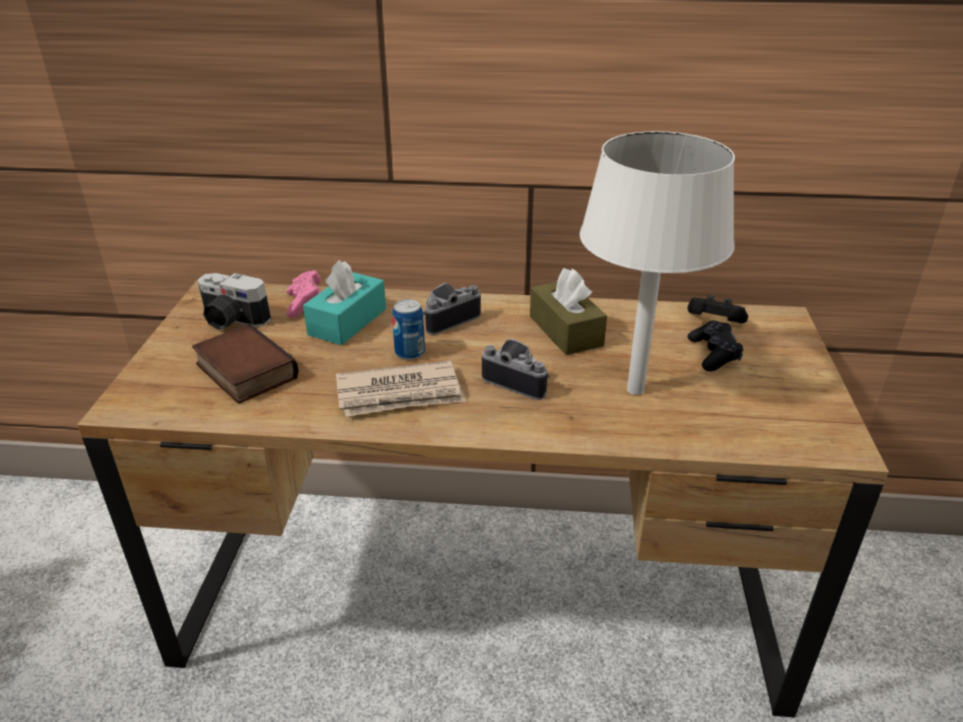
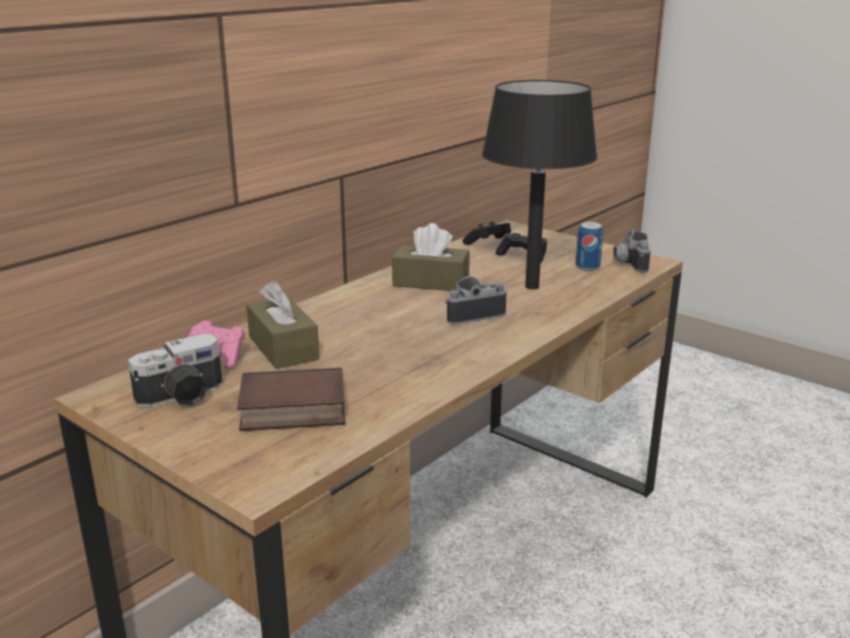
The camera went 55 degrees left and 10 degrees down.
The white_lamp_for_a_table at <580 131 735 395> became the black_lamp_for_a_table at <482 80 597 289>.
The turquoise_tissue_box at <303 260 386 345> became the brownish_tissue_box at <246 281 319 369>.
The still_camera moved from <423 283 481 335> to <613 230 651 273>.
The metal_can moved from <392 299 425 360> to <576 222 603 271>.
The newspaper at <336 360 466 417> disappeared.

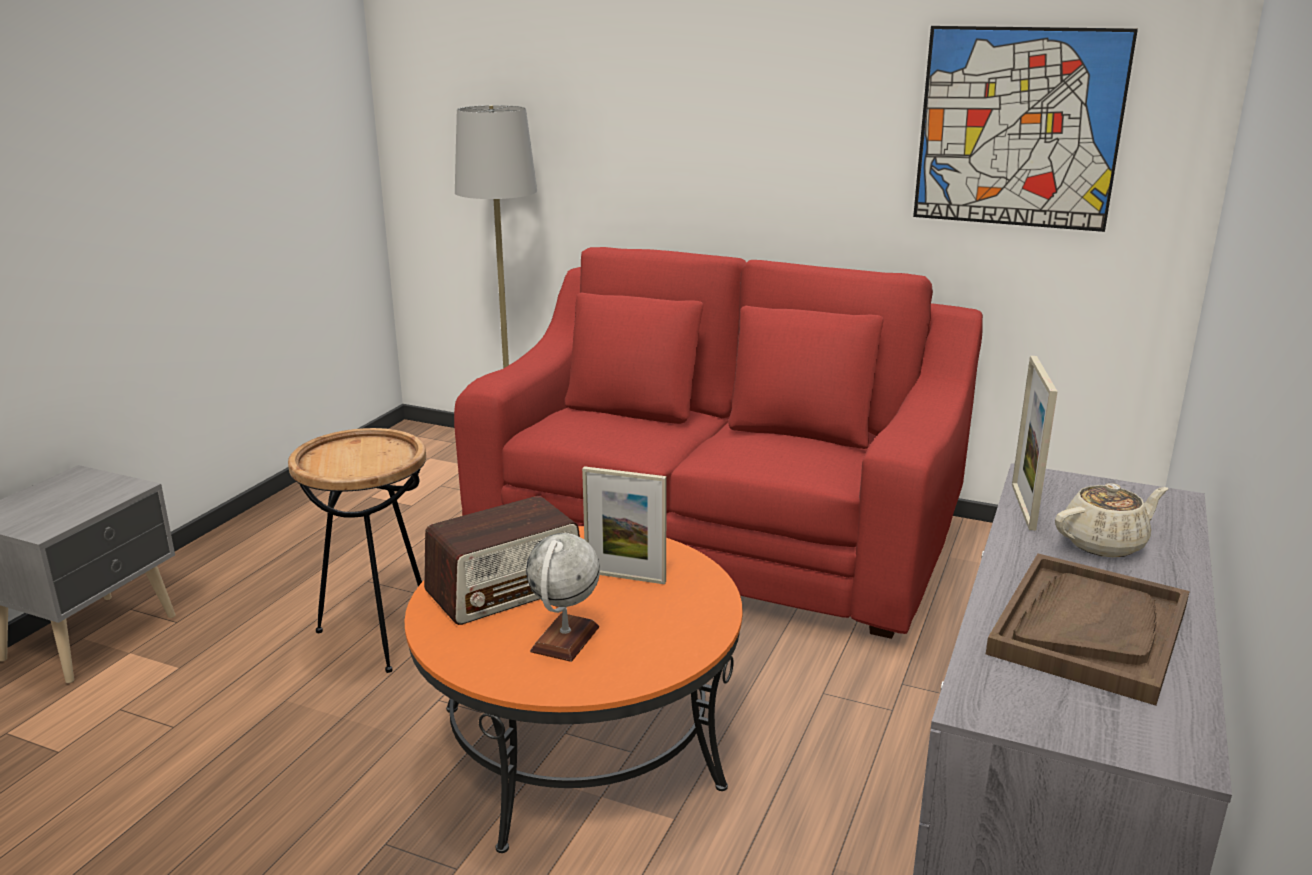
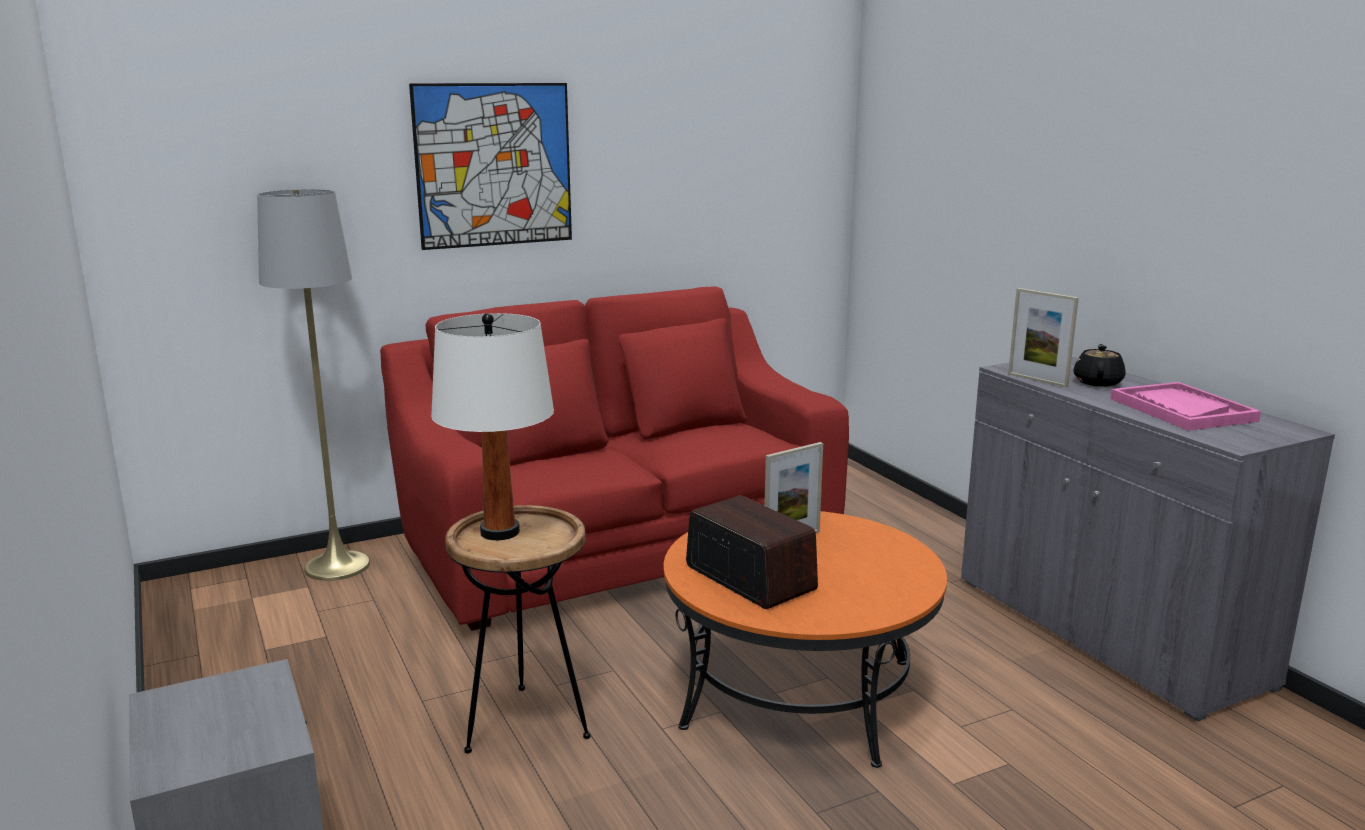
The camera went 50 degrees left and 5 degrees down.
The wall_picture moved from <913 26 1138 232> to <409 83 572 250>.
The beige-coloured_tea_pot at <1055 483 1168 557> became the black_tea_pot at <1074 344 1126 387>.
The radio_set at <424 496 580 625> turned 45 degrees counterclockwise.
The globe at <526 533 600 662> disappeared.
The brownish_serving_tray at <986 553 1190 705> became the pink_serving_tray at <1110 382 1261 431>.
The white_lamp_for_a_table at <431 313 554 540> appeared.

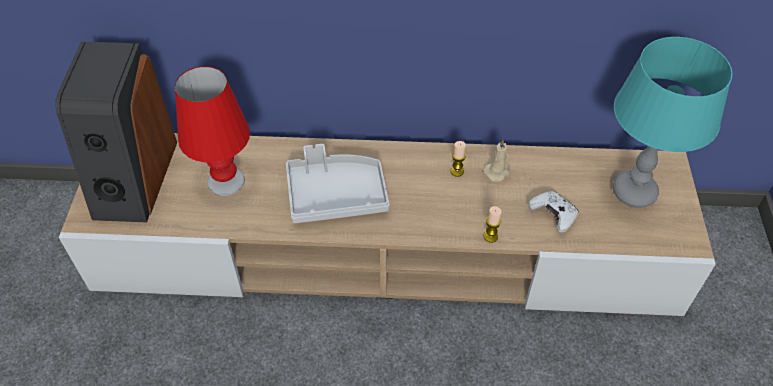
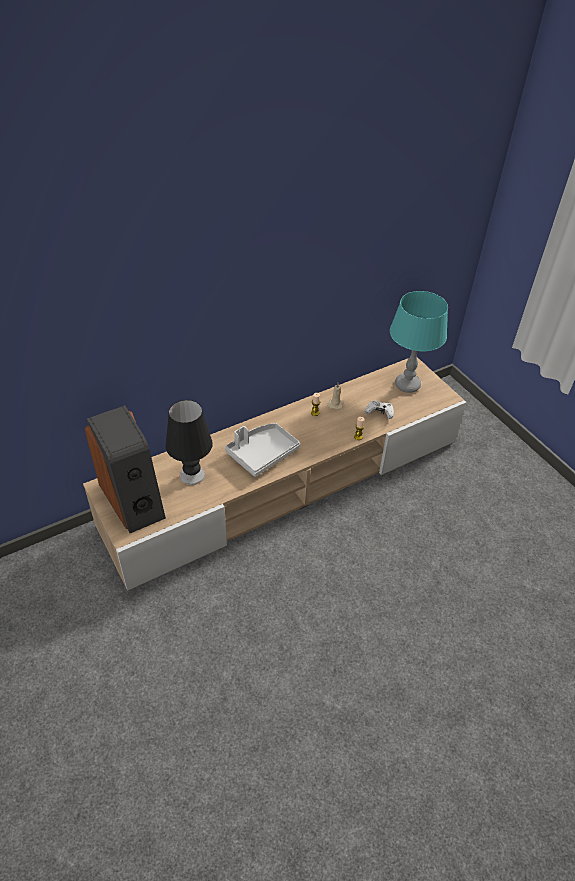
The camera went 35 degrees left and 5 degrees down.
The red_lamp_for_a_table at <175 66 250 196> became the black_lamp_for_a_table at <165 400 212 485>.

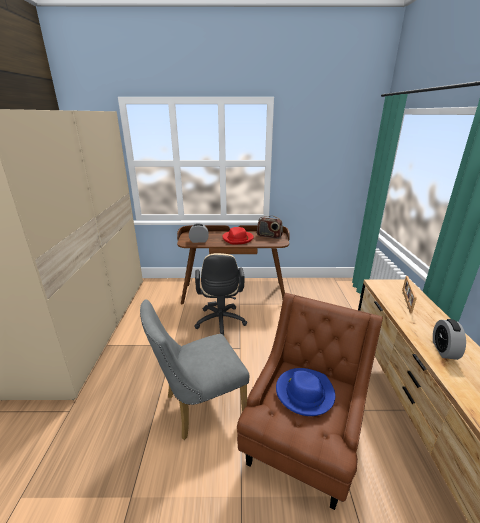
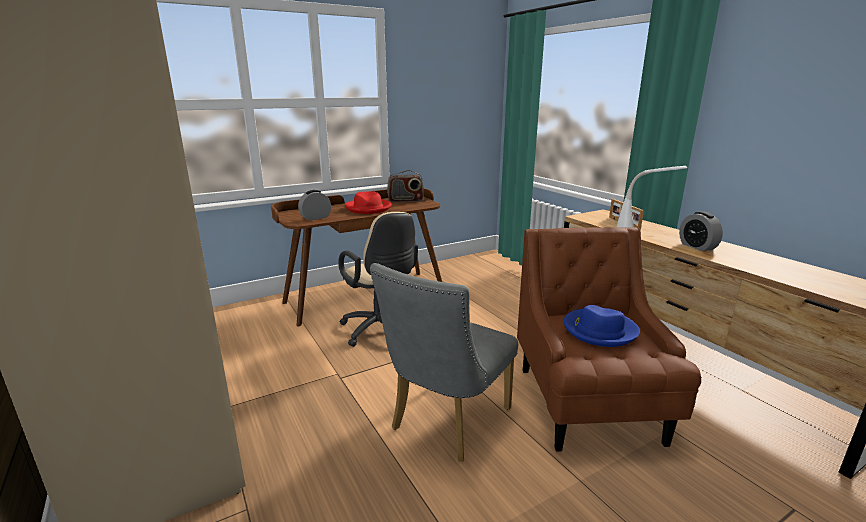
The camera went 30 degrees left and 5 degrees down.
The white_lamp_for_a_table at <616 166 687 228> appeared.

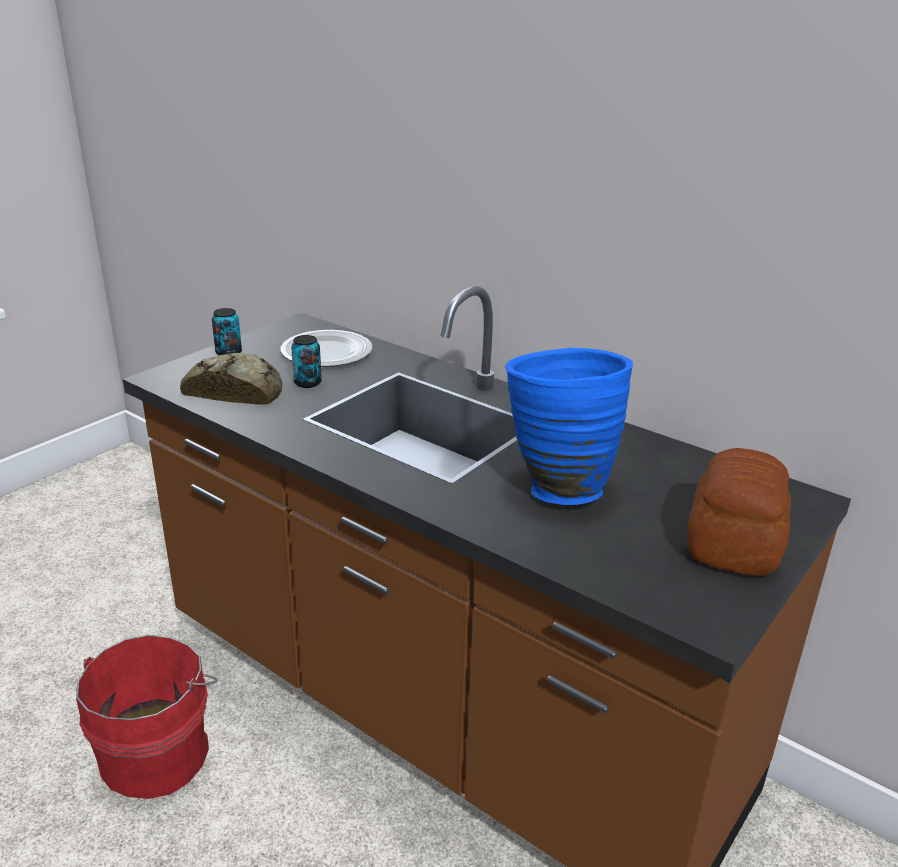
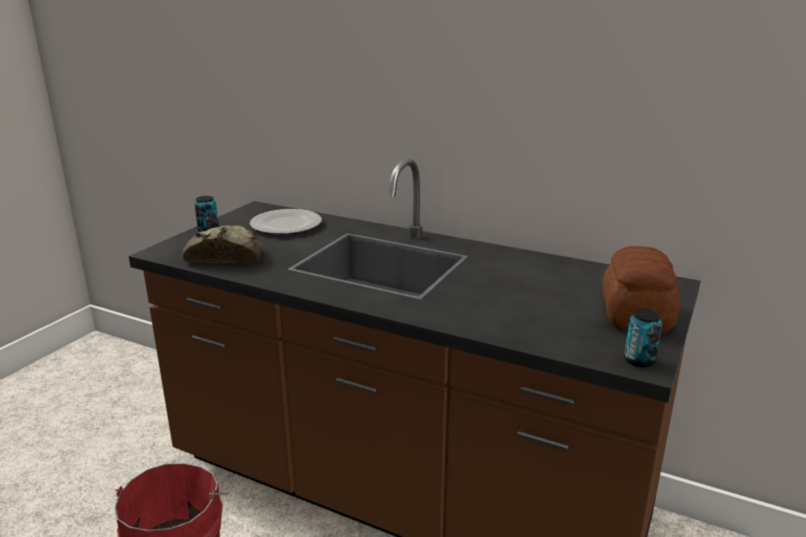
The camera went 10 degrees left and 5 degrees down.
The metal_can moved from <291 335 322 388> to <624 309 662 367>.
The blue_flower_vase at <505 348 633 505> disappeared.

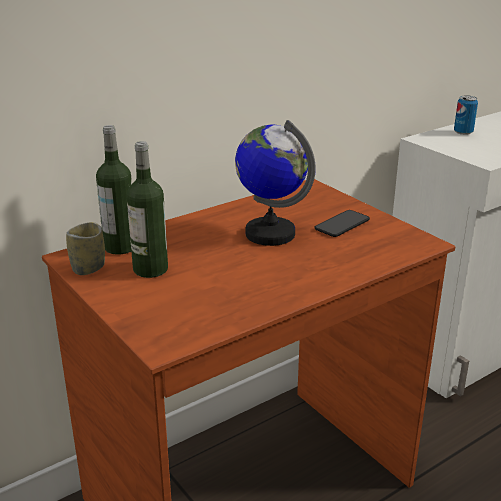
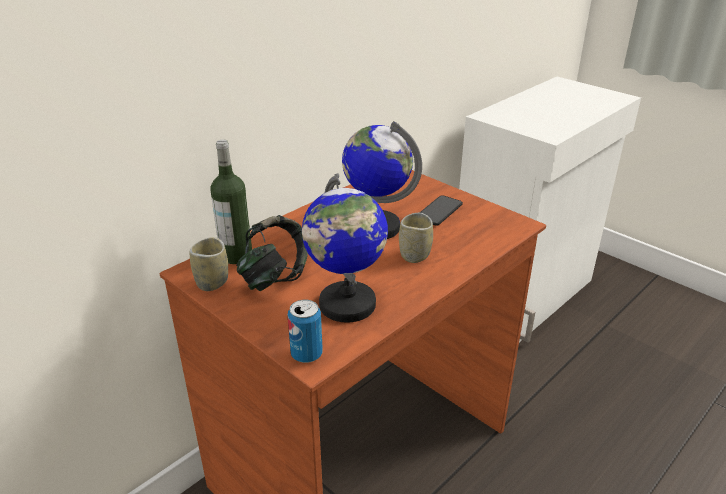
The camera went 10 degrees left and 5 degrees up.
The metal_can moved from <454 95 478 135> to <288 300 323 363>.
The beverage_bottle at <127 141 168 278> was replaced by the headset at <236 215 308 291>.
The globe at <302 174 388 323> appeared.
The drinking_cup at <399 213 433 263> appeared.

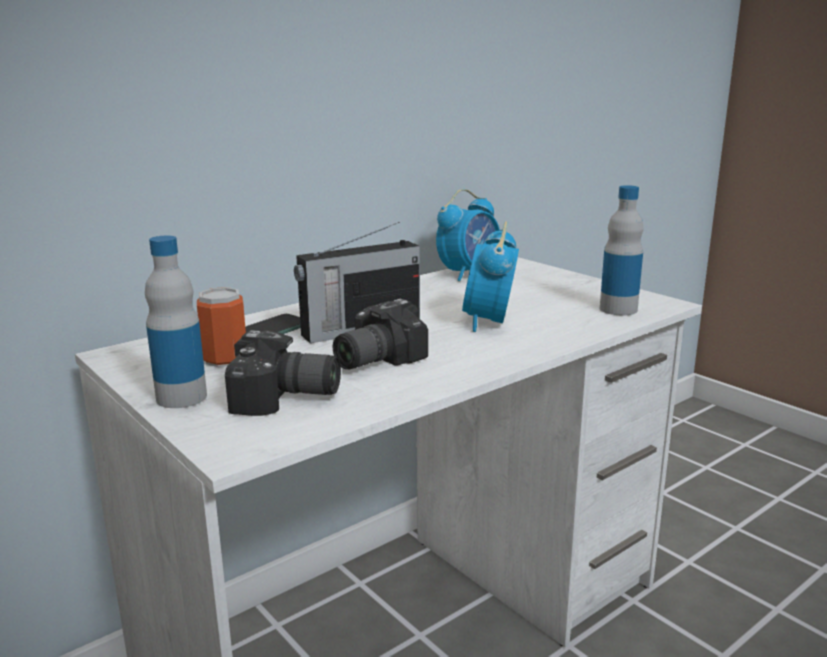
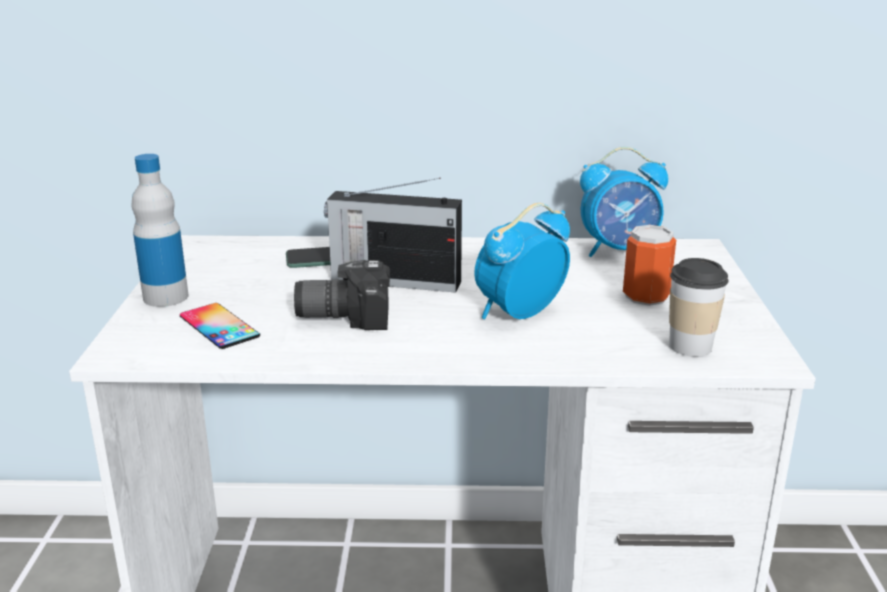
The camera went 40 degrees right and 5 degrees up.
The beverage_bottle at <600 185 644 316> was replaced by the drinking_cup at <669 258 728 357>.
The metal_can moved from <197 287 246 367> to <623 225 676 306>.
The still_camera at <225 330 341 416> was replaced by the handset at <180 303 260 349>.

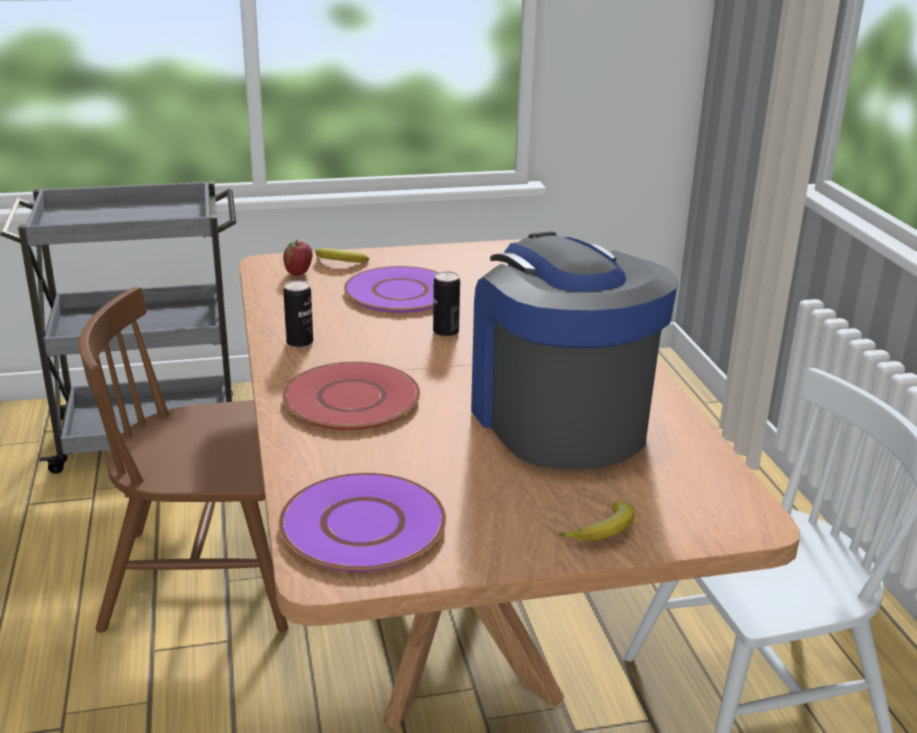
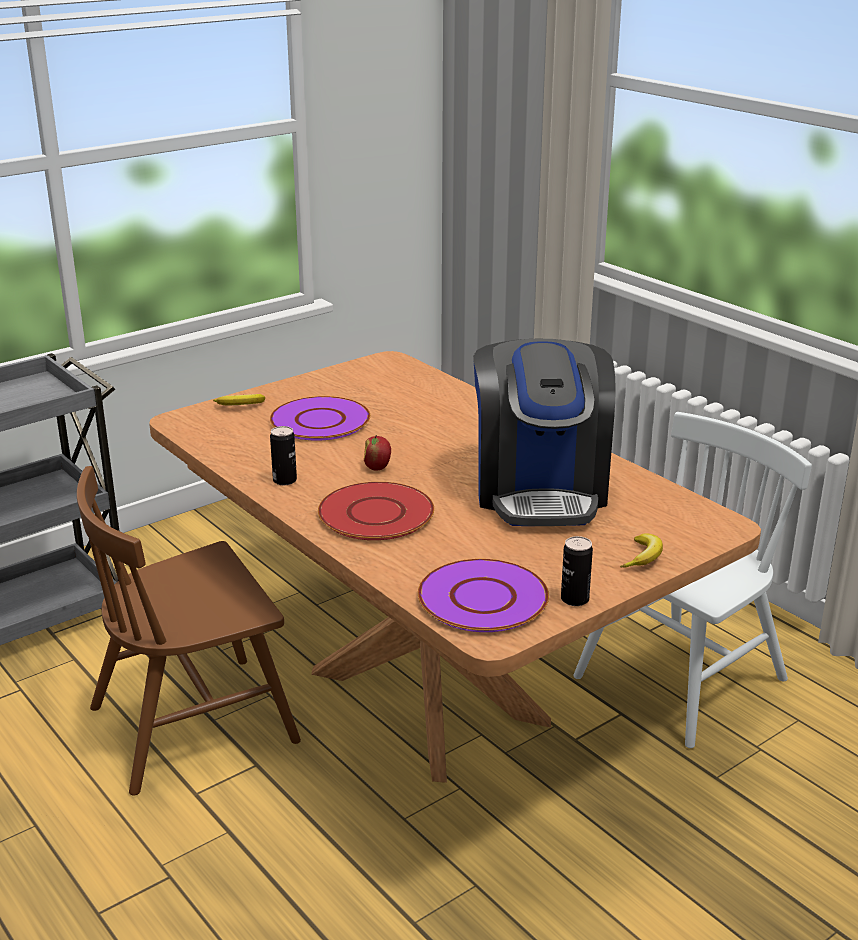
The camera went 25 degrees left and 0 degrees up.
The coffee_brewer at <471 231 679 470> turned 135 degrees counterclockwise.
The whole_apple moved from <283 240 313 276> to <364 435 391 470>.
The metal_can moved from <433 271 460 337> to <561 536 593 606>.

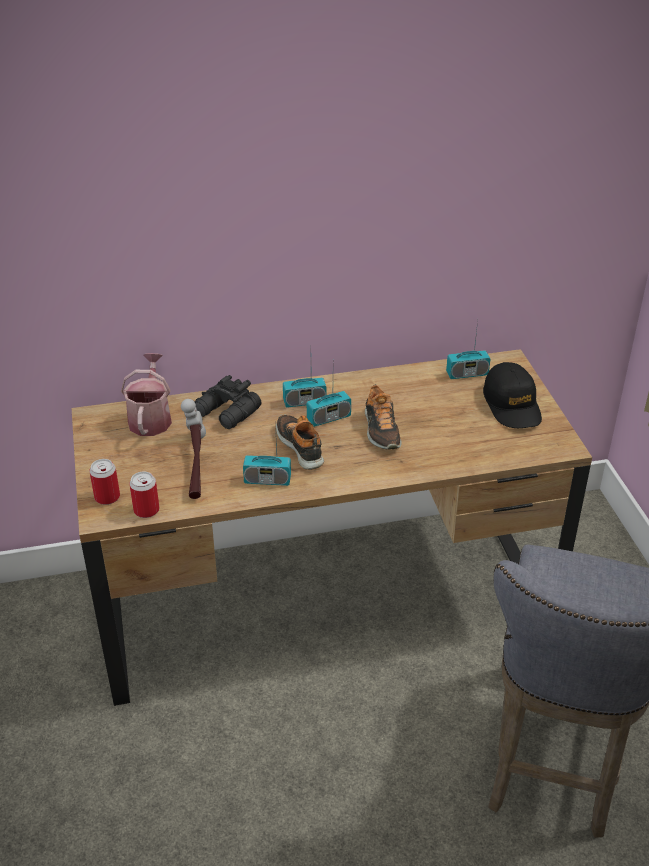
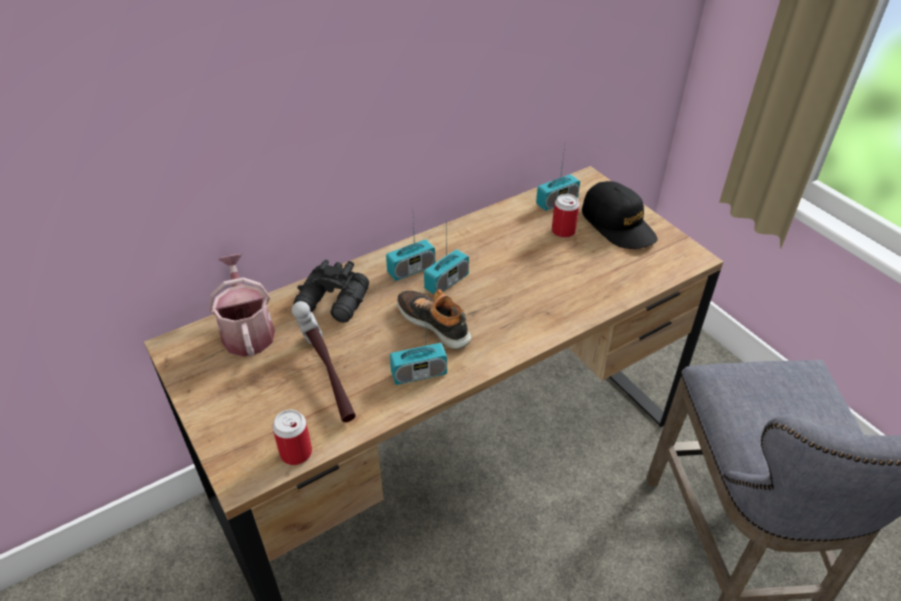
The camera went 20 degrees left and 5 degrees up.
The shoe at <365 384 402 449> disappeared.
The metal_can moved from <89 459 120 505> to <552 194 580 238>.

